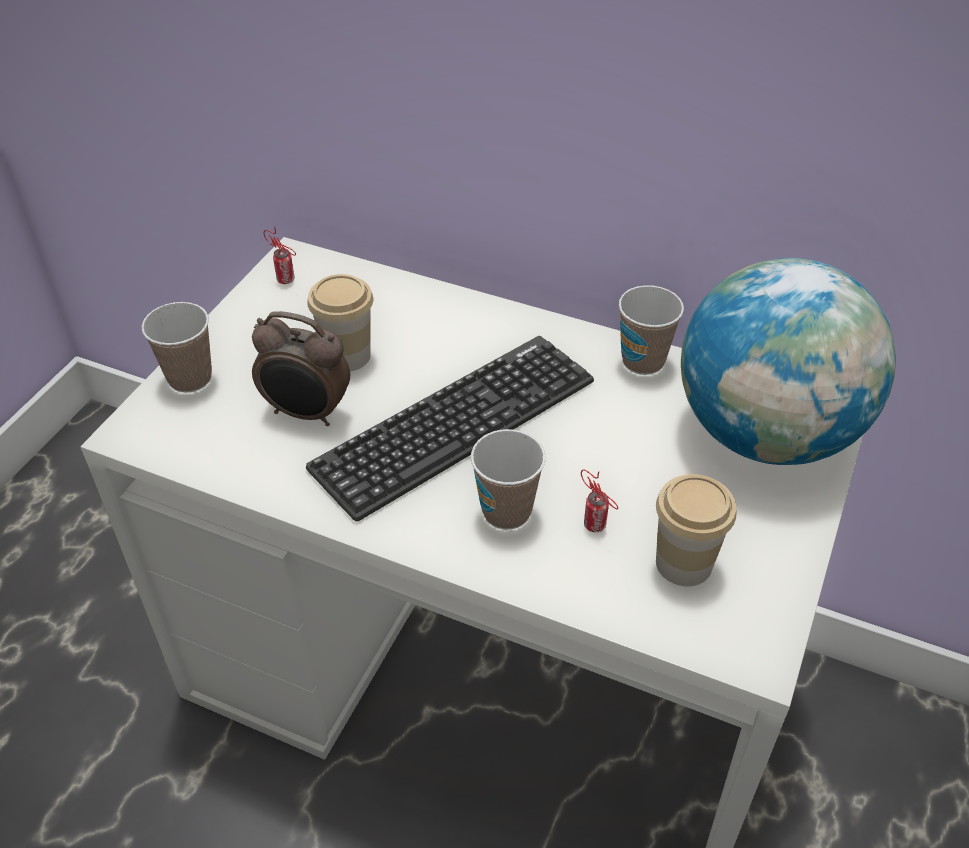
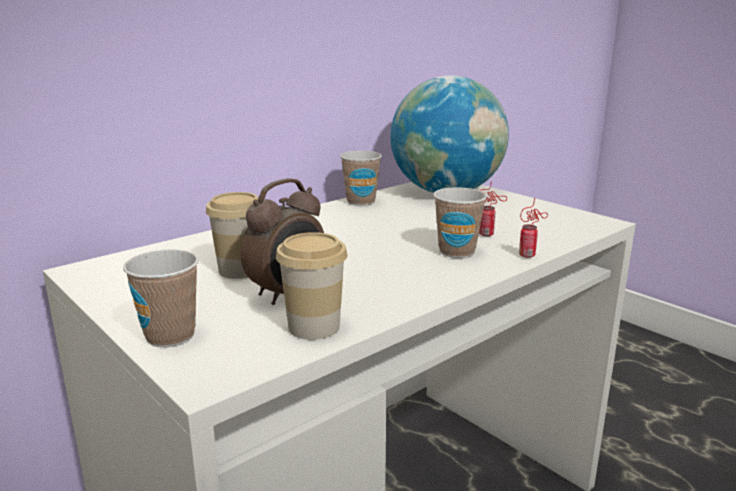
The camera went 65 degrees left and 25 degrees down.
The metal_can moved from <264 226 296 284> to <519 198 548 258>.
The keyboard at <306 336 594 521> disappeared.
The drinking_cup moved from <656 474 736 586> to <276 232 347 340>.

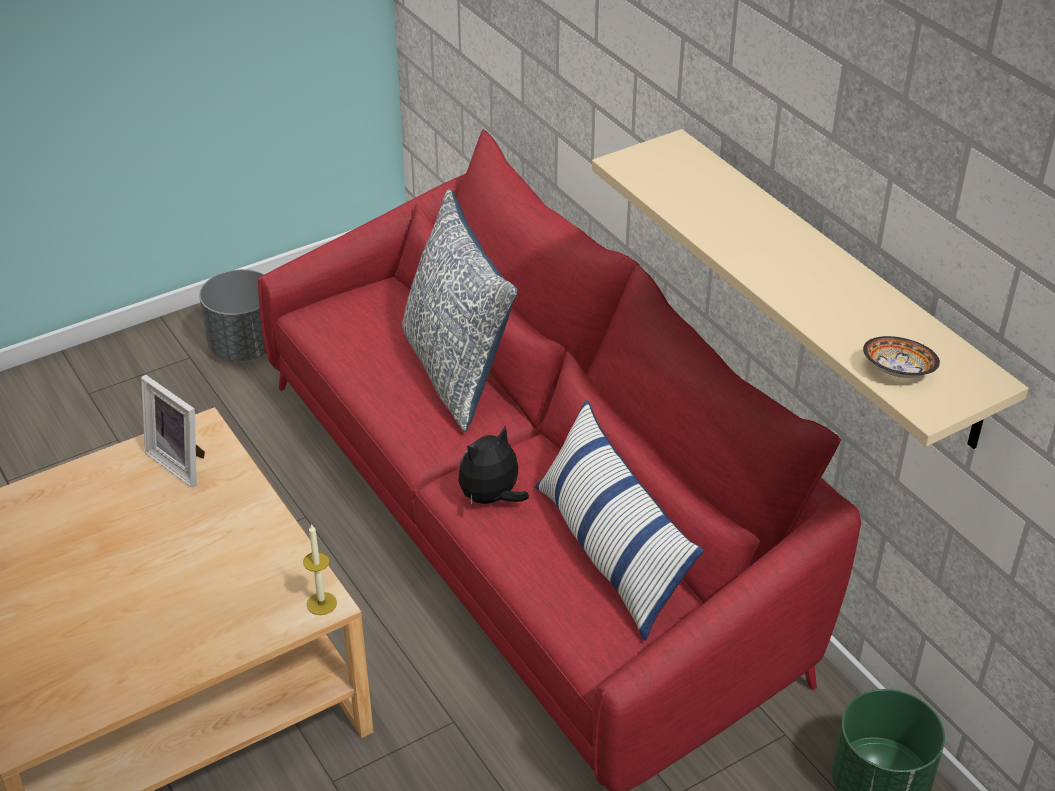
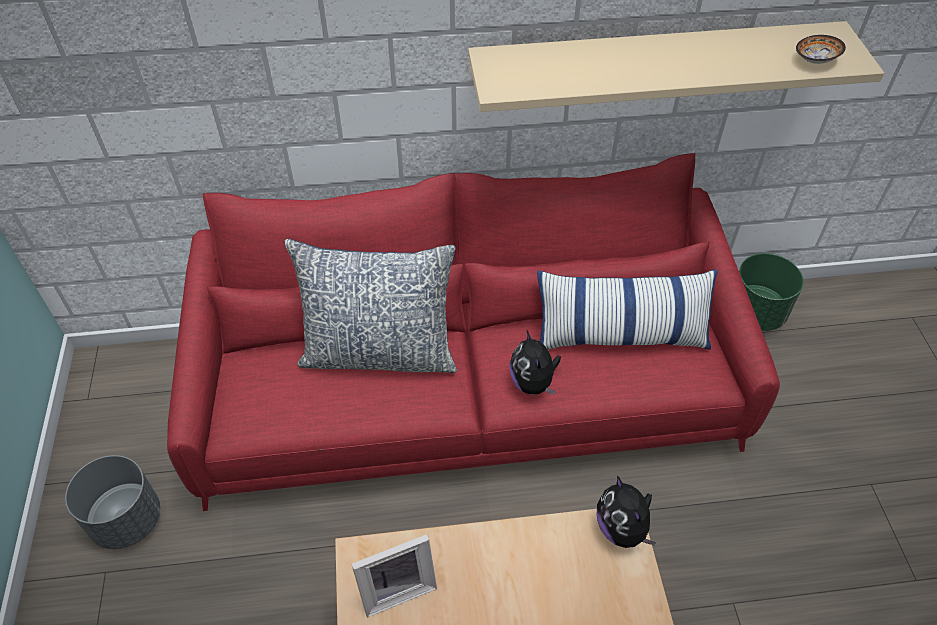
The camera went 65 degrees left and 10 degrees up.
The wax_candle at <303 524 337 615> was replaced by the cuddly_toy at <597 475 656 548>.

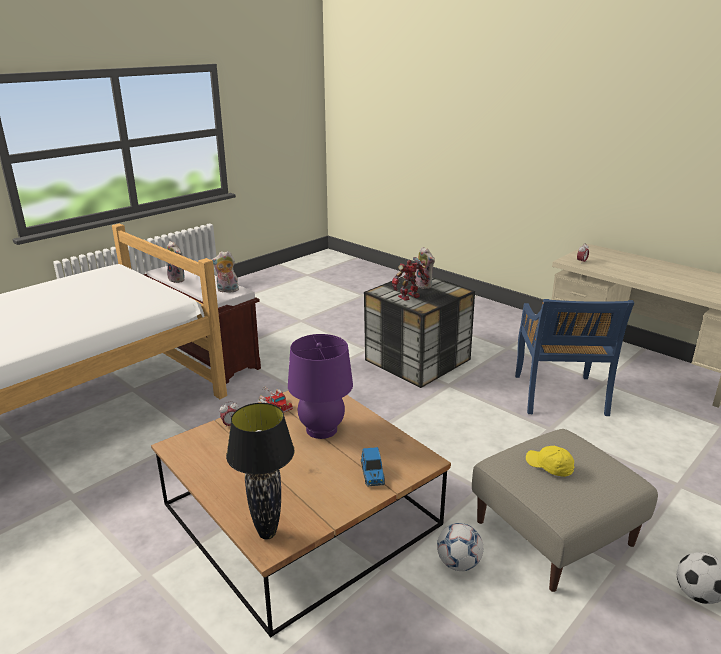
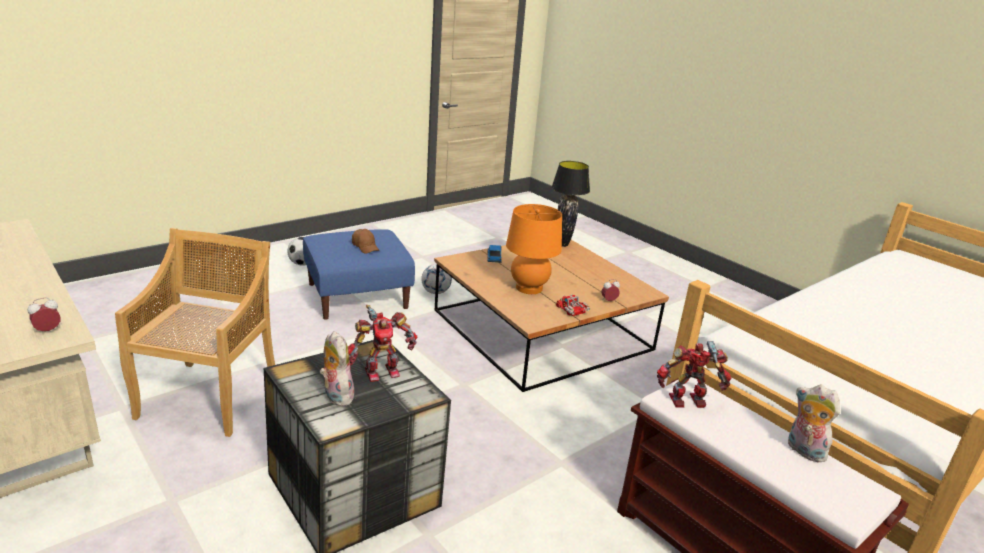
The camera went 175 degrees left and 0 degrees up.
The cuddly_toy at <211 251 239 293> was replaced by the toy_robot at <657 341 732 408>.
The blue_plain_chair at <515 299 634 416> became the beige-coloured_plain_chair at <115 228 275 437>.
The purplish_lamp_for_a_table at <288 334 353 439> became the orangey_lamp_for_a_table at <506 204 562 294>.
The beige-coloured_pouffe at <472 429 658 592> became the blue_pouffe at <303 229 415 320>.
The yellow_peaked_cap at <526 446 574 477> became the brownish_peaked_cap at <352 229 379 254>.

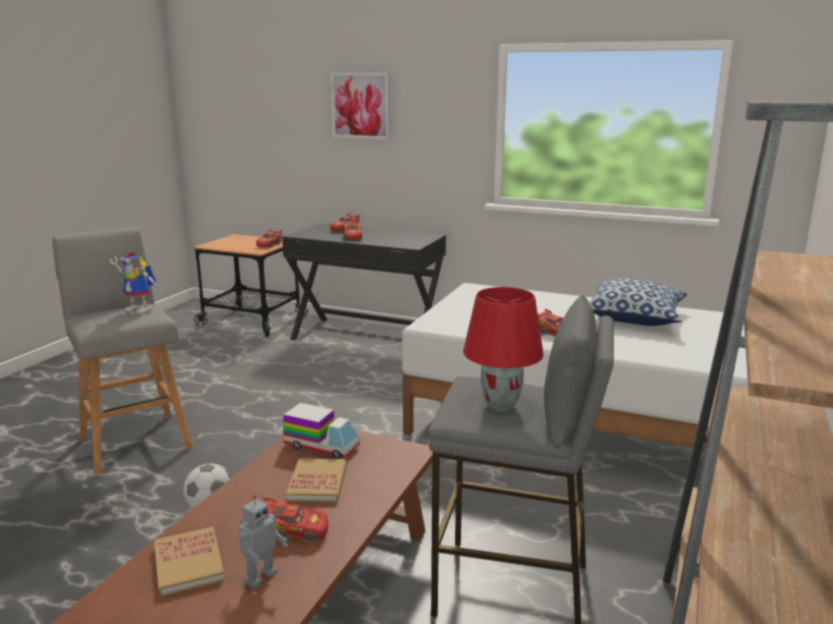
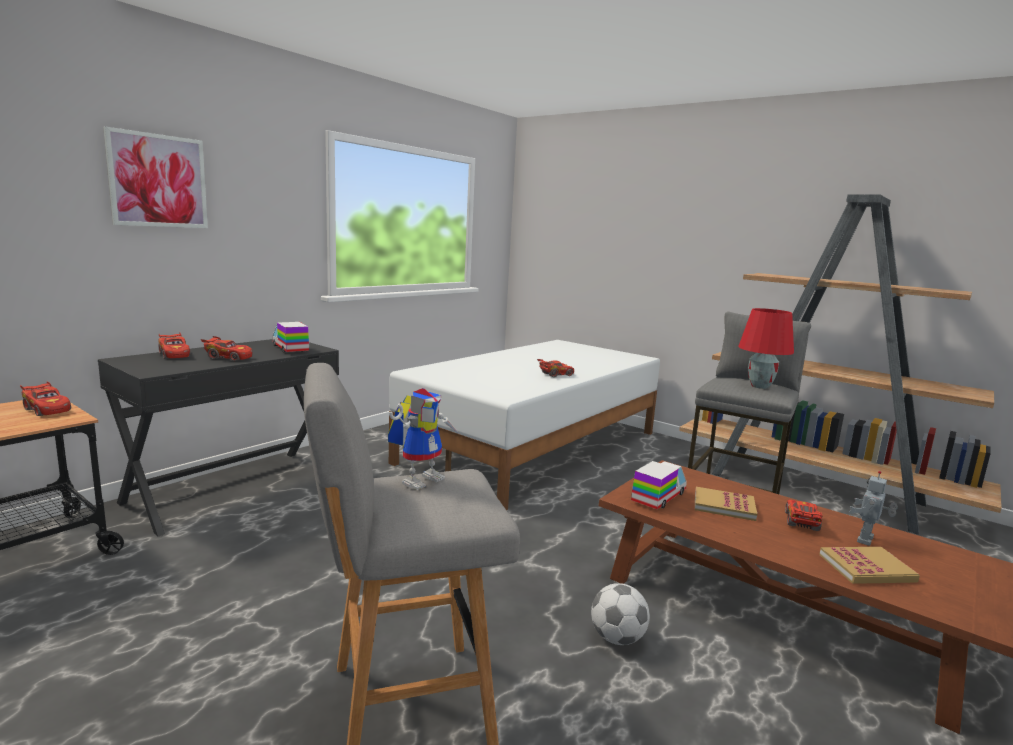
The camera went 75 degrees left and 5 degrees down.
The throw_pillow at <589 278 687 326> disappeared.
The toy_robot at <237 495 288 589> turned 105 degrees counterclockwise.
The model_truck at <272 322 309 353> appeared.

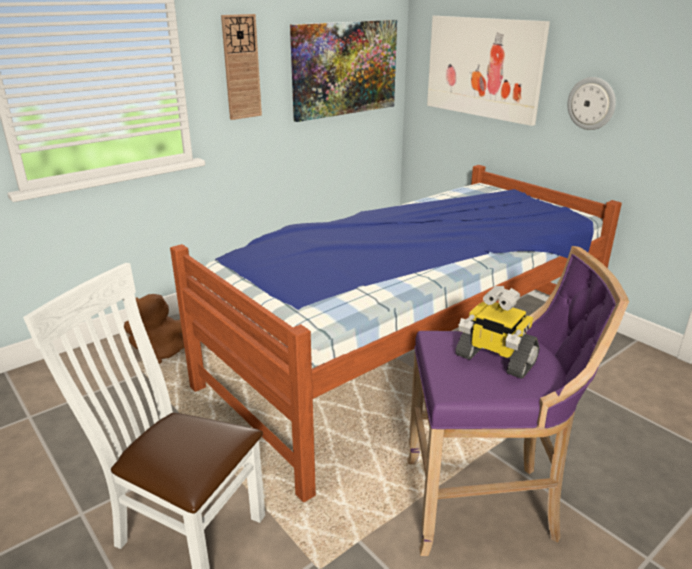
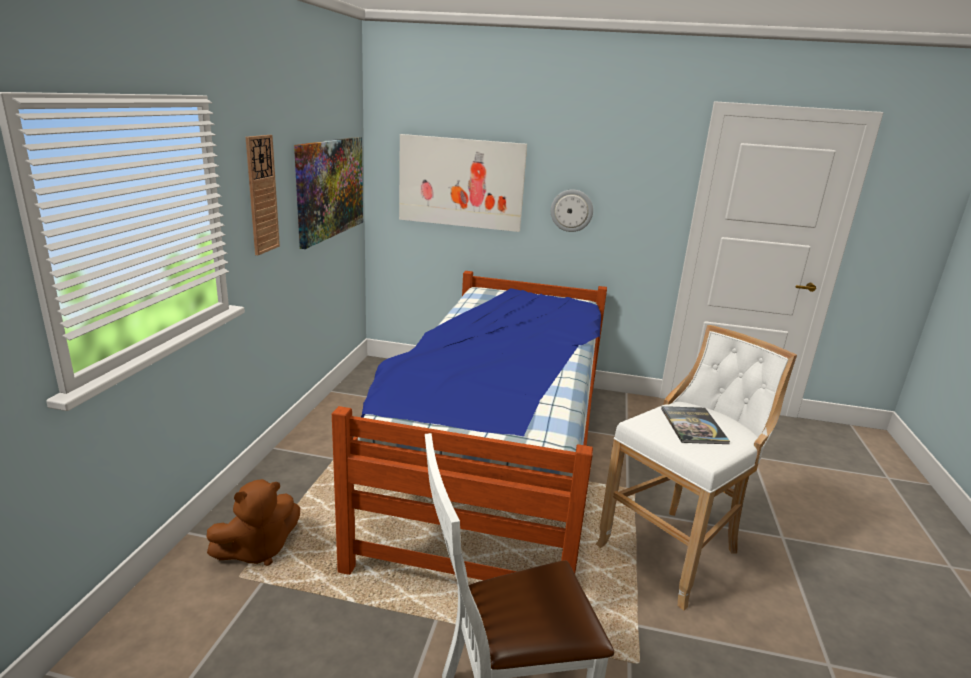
The camera went 40 degrees left and 5 degrees down.
The purplish_sitting_stool at <407 246 629 556> became the white_sitting_stool at <596 325 797 610>.
The toy_robot at <455 286 540 379> was replaced by the volume at <661 406 730 444>.

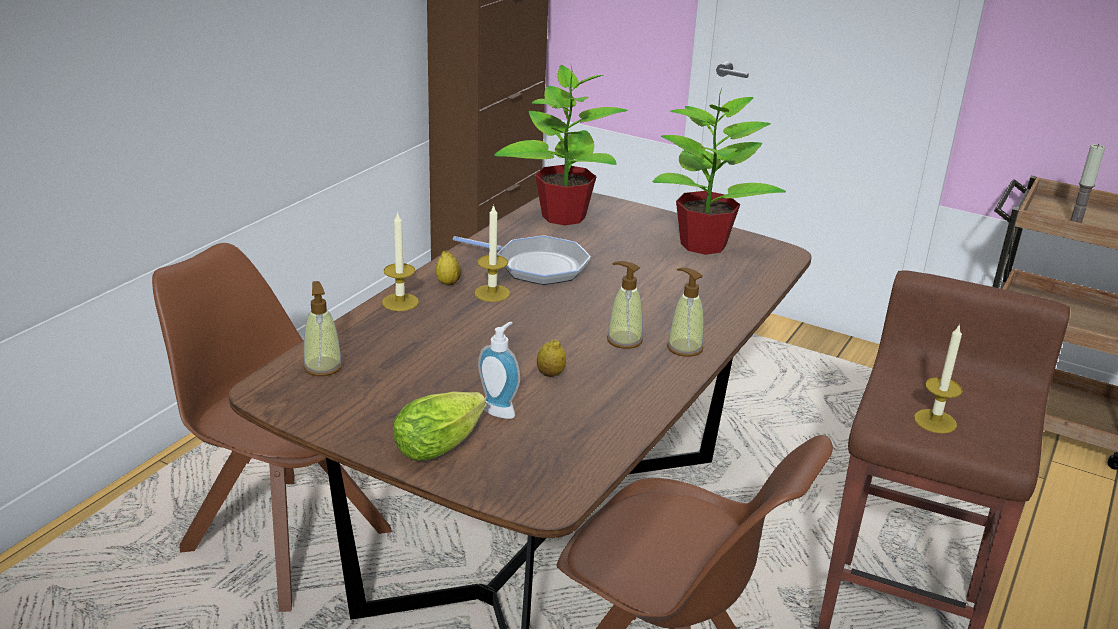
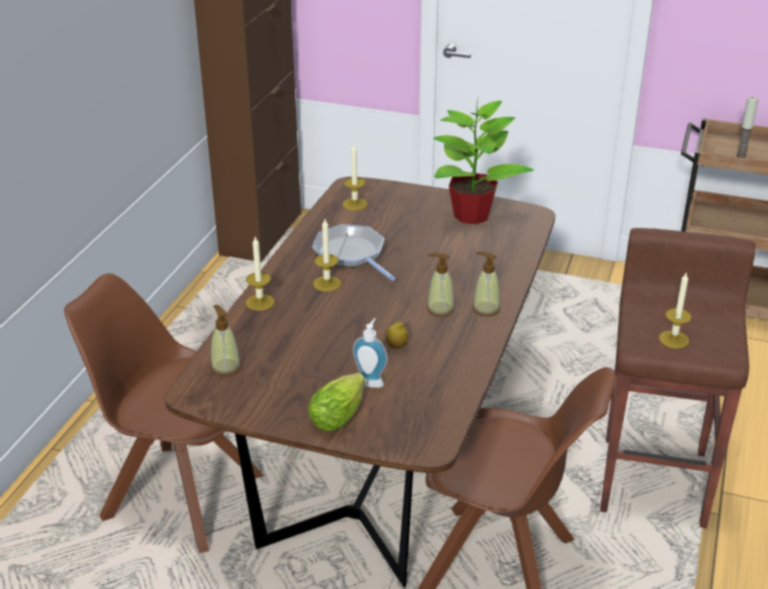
The camera went 10 degrees left and 5 degrees up.
The houseplant at <494 65 628 226> was replaced by the wax_candle at <343 145 367 210>.
The pan at <453 235 591 285> turned 135 degrees counterclockwise.
The whole_lemon at <436 251 461 285> disappeared.

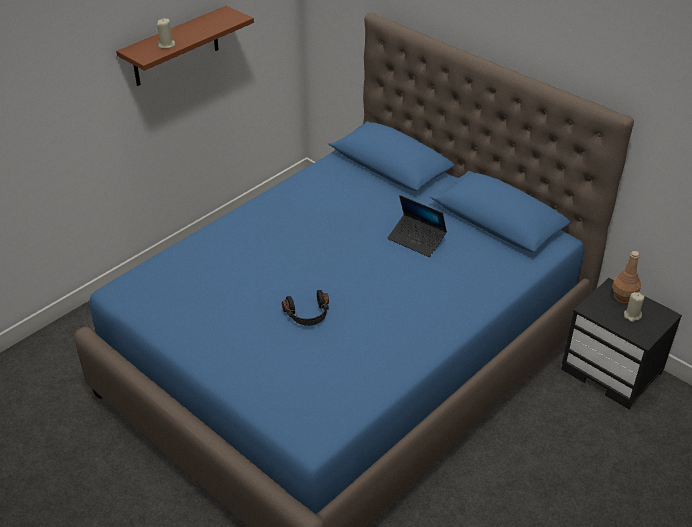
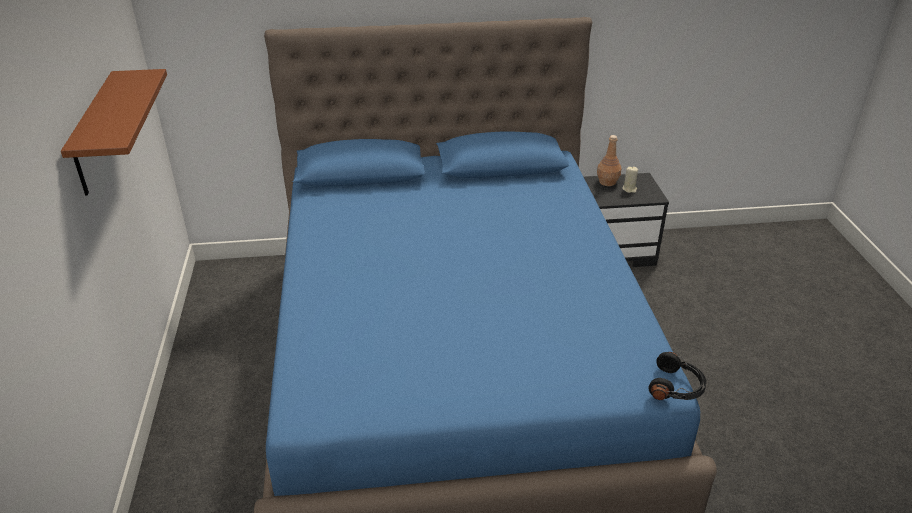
The camera went 50 degrees left and 5 degrees down.
The beige-coloured_wax_candle at <157 19 175 49> disappeared.
The laptop at <388 195 447 257> disappeared.
The black_headset moved from <282 290 329 326> to <648 352 707 400>.

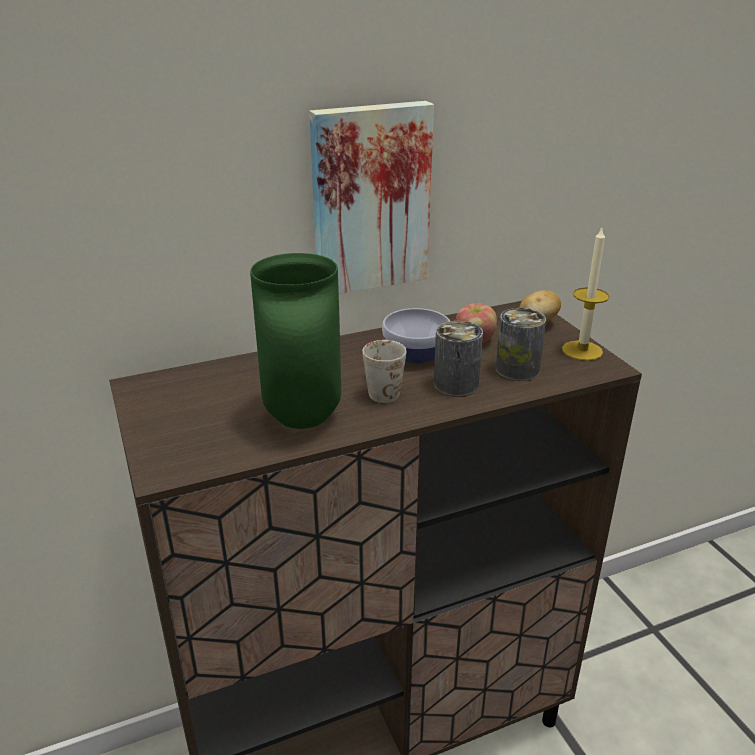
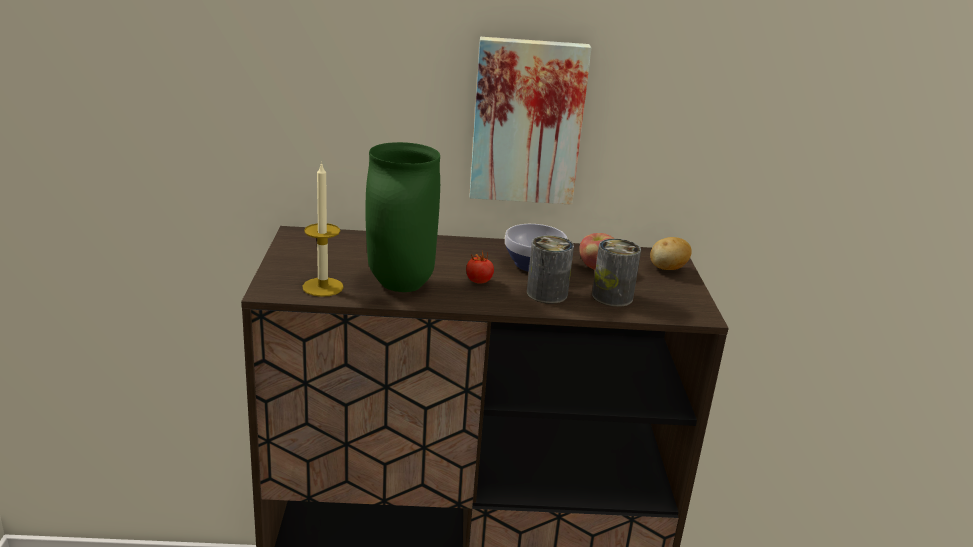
The camera went 20 degrees right and 5 degrees down.
The wax_candle moved from <562 228 609 361> to <303 162 344 297>.
The white_tea_mug at <362 340 407 403> was replaced by the tomato at <466 250 494 284>.

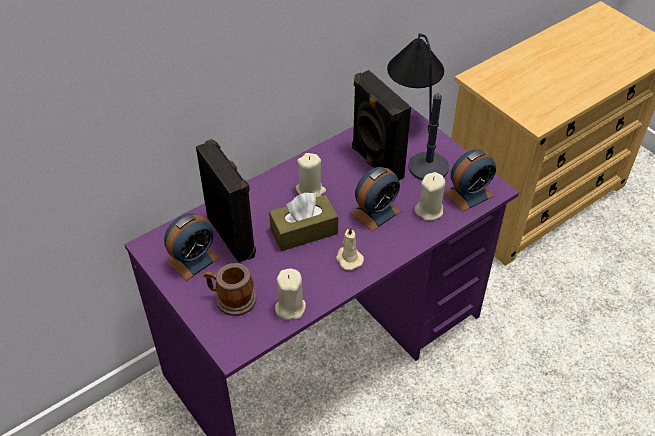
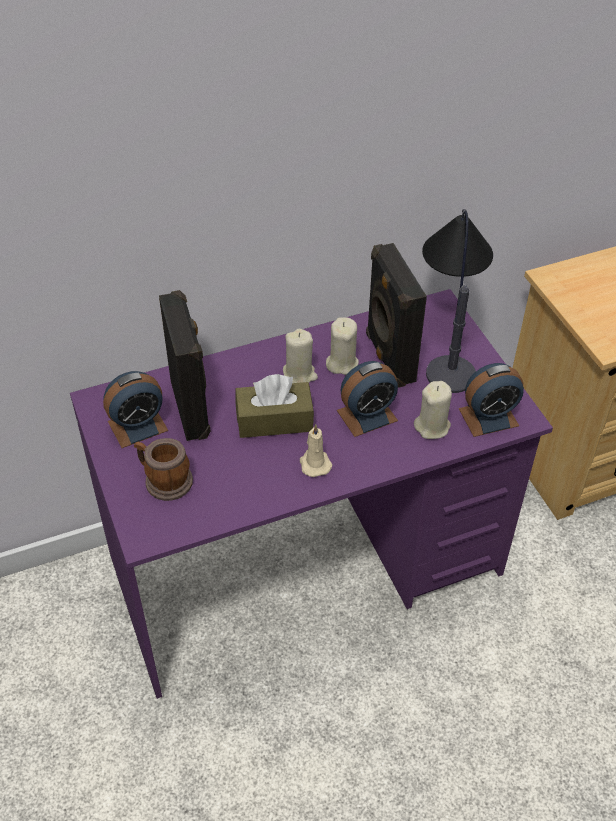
The camera went 15 degrees right and 0 degrees up.
The beige-coloured_wax_candle moved from <275 269 306 320> to <326 317 359 375>.

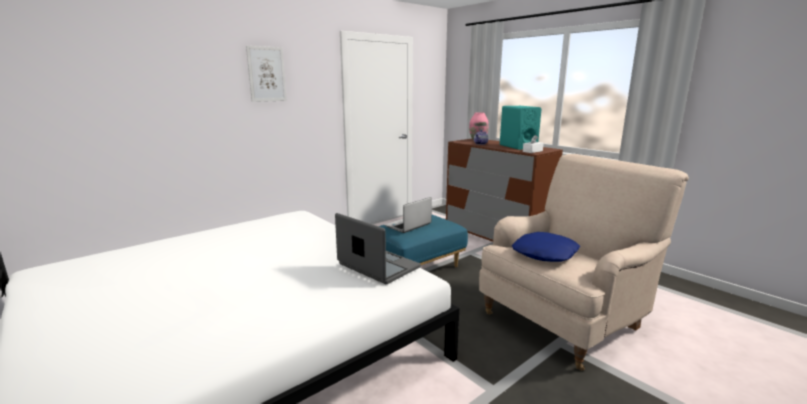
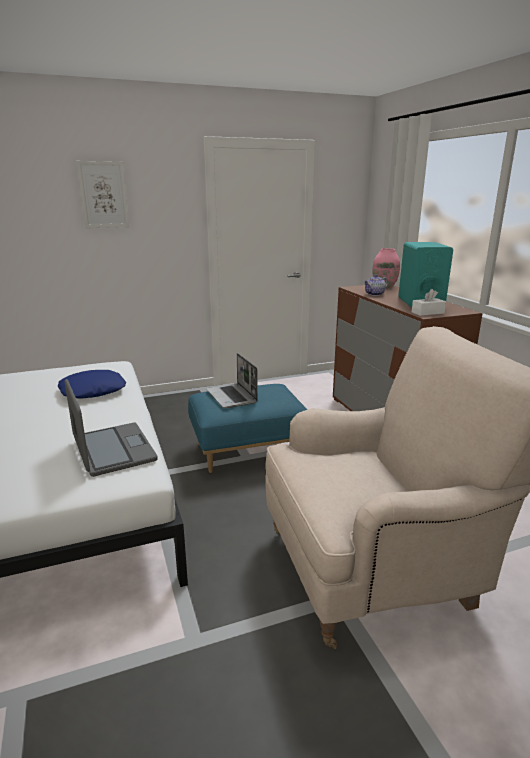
The camera went 20 degrees right and 5 degrees up.
The laptop at <385 197 432 233> turned 90 degrees counterclockwise.
The blue_throw_pillow moved from <512 232 580 262> to <58 370 126 399>.

